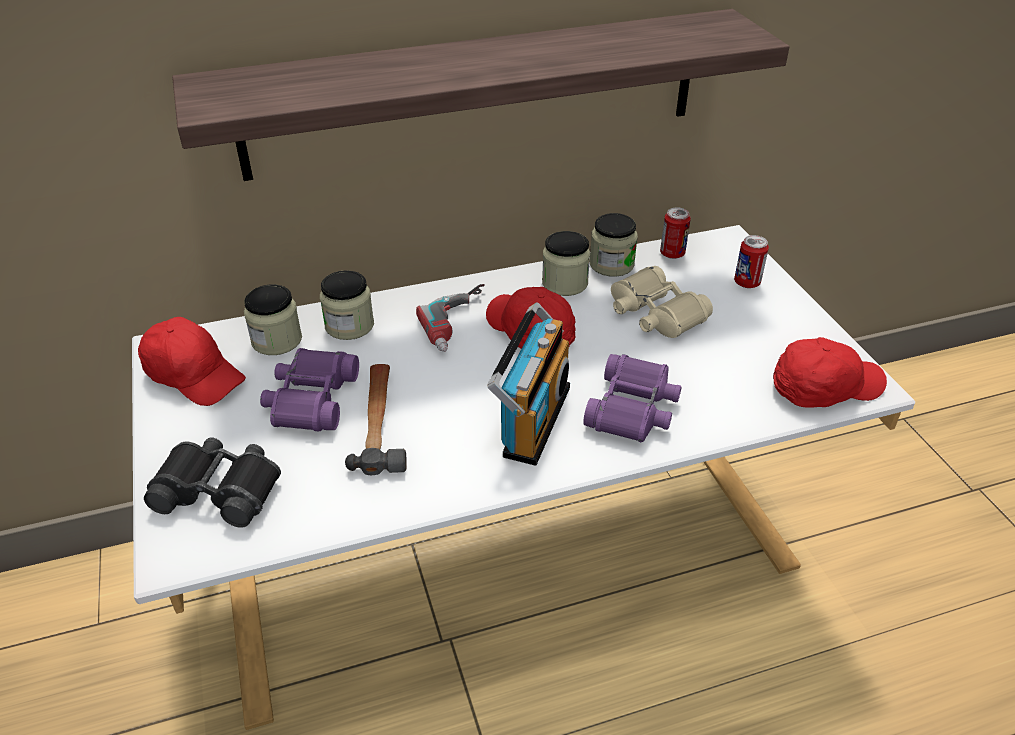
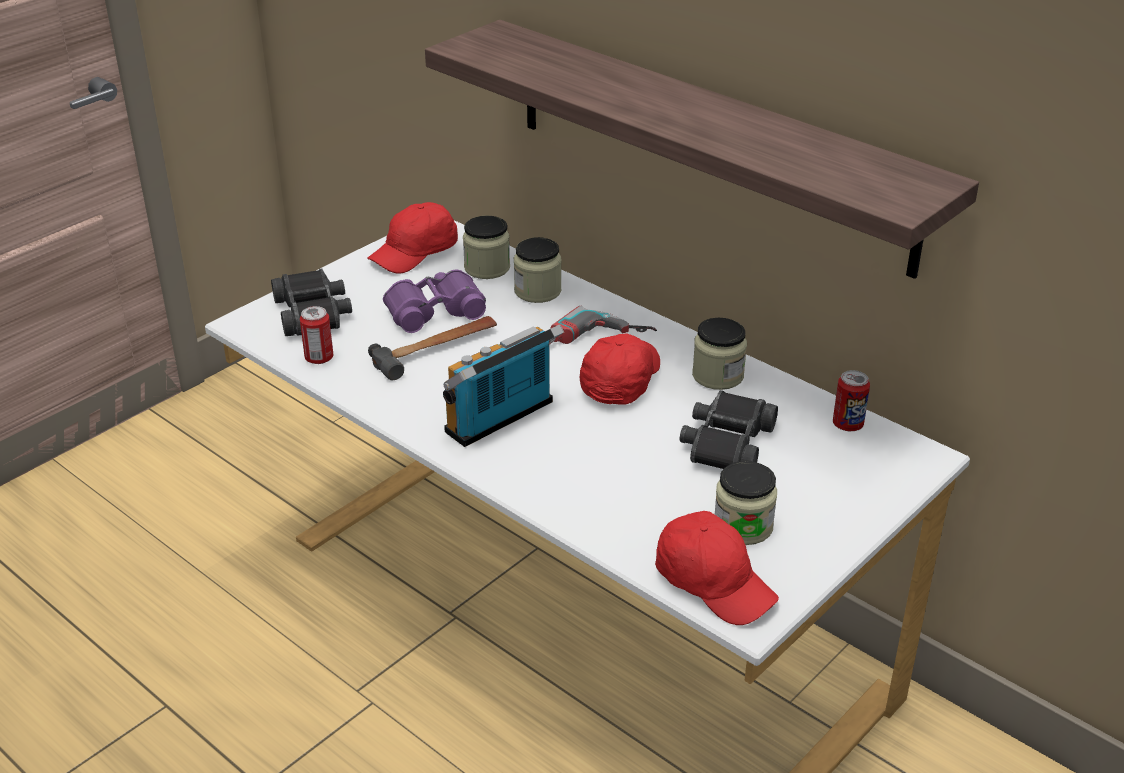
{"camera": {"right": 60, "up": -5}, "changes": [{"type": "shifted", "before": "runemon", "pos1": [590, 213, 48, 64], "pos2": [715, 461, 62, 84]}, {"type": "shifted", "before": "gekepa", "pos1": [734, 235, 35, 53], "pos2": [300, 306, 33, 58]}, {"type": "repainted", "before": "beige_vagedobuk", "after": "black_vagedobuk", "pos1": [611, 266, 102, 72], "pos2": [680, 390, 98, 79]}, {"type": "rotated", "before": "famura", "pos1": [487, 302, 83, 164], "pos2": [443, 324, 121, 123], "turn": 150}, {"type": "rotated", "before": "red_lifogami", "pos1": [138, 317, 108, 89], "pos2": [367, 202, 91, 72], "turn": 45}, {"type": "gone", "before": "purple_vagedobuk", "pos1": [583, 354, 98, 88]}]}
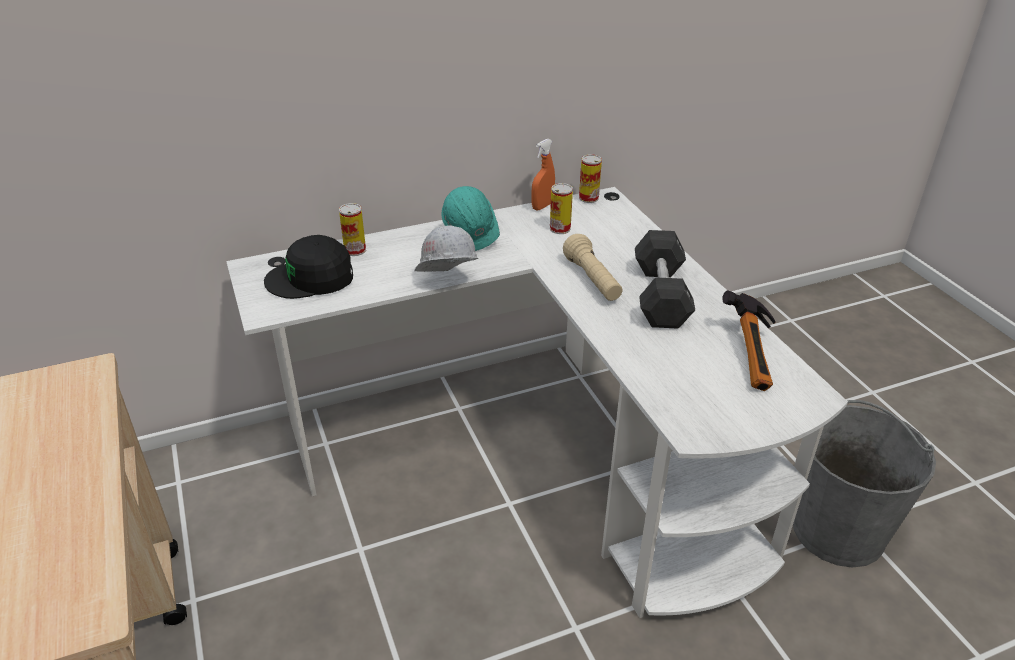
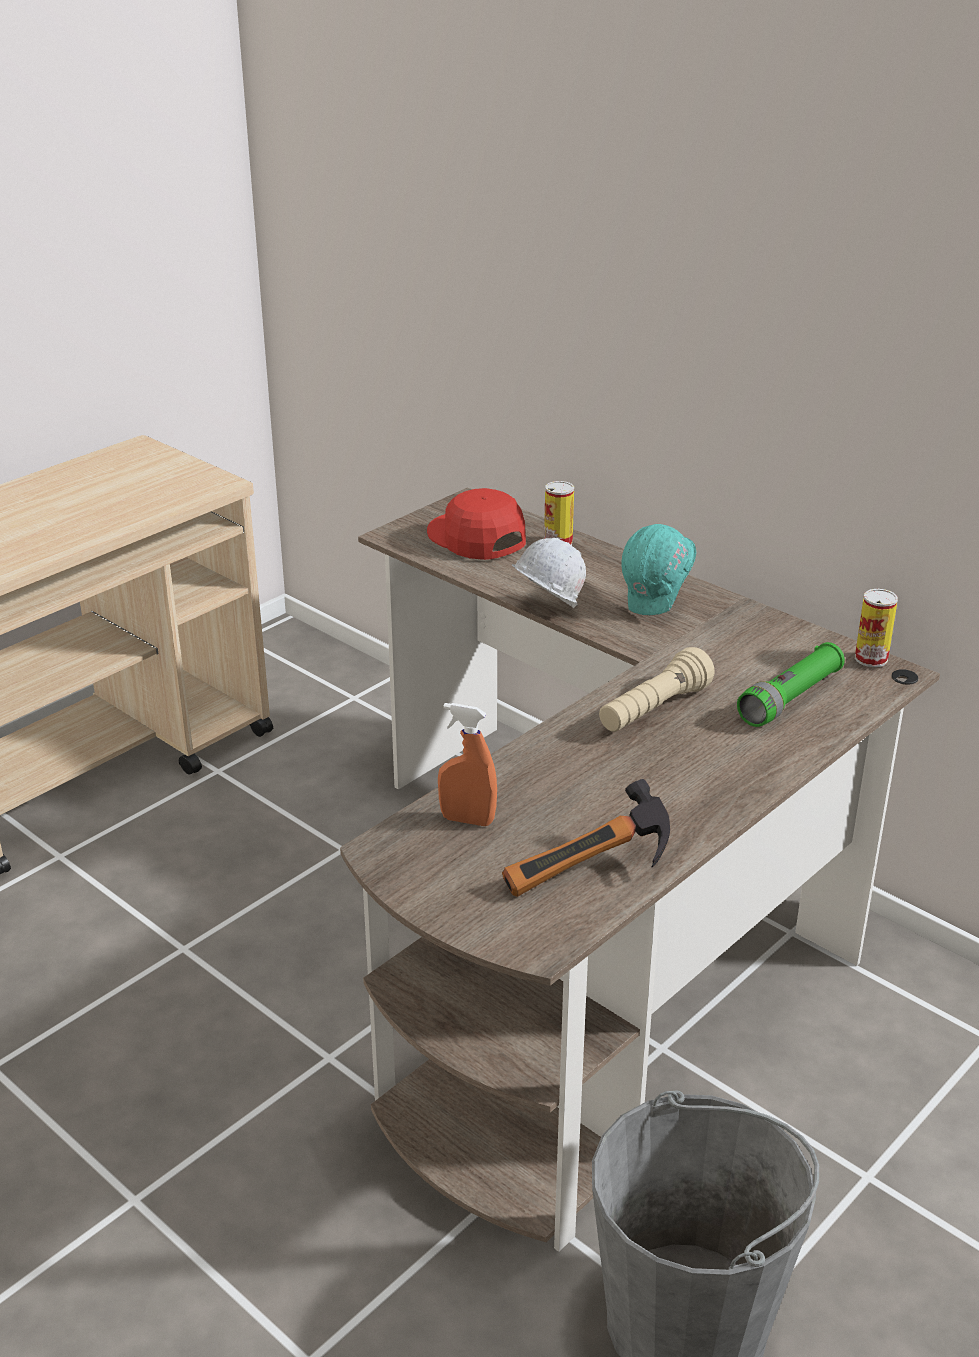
{"camera": {"right": 65, "up": -5}, "changes": [{"type": "shifted", "before": "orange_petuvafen", "pos1": [531, 138, 24, 73], "pos2": [438, 703, 59, 123]}, {"type": "gone", "before": "gekepa", "pos1": [550, 183, 23, 51]}, {"type": "repainted", "before": "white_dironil", "after": "brown_dironil", "pos1": [226, 187, 622, 431], "pos2": [340, 488, 600, 764]}, {"type": "gone", "before": "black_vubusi", "pos1": [635, 230, 60, 99]}, {"type": "repainted", "before": "black_lifogami", "after": "red_lifogami", "pos1": [264, 235, 89, 64], "pos2": [427, 488, 99, 72]}, {"type": "new", "after": "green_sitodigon", "pos2": [737, 642, 108, 85]}]}
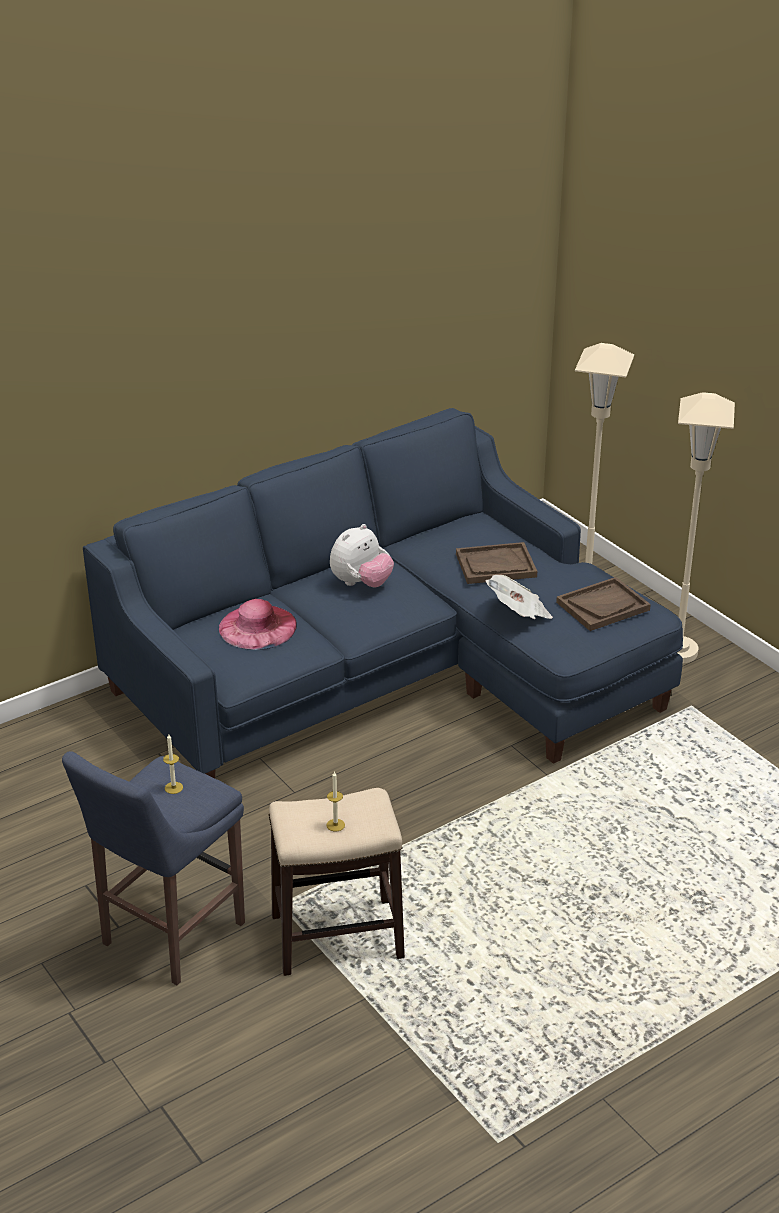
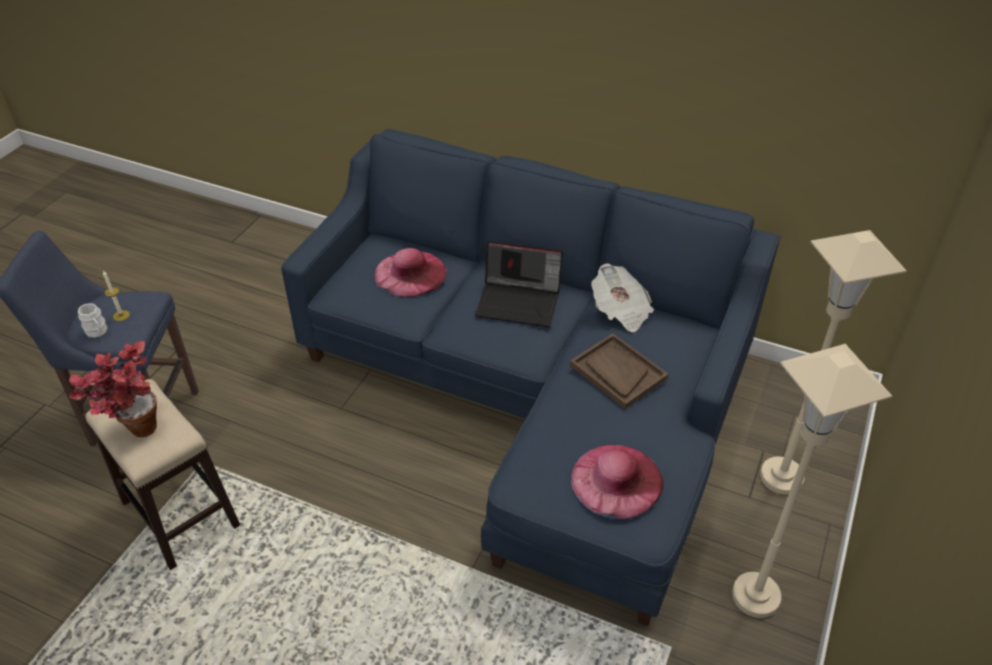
{"camera": {"right": 60, "up": 10}, "changes": [{"type": "swapped", "before": "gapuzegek", "after": "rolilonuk", "pos1": [330, 524, 64, 63], "pos2": [475, 241, 88, 86]}, {"type": "shifted", "before": "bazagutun", "pos1": [486, 575, 67, 44], "pos2": [591, 263, 63, 69]}, {"type": "swapped", "before": "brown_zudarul", "after": "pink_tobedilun", "pos1": [556, 577, 95, 54], "pos2": [571, 445, 92, 74]}, {"type": "swapped", "before": "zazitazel", "after": "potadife", "pos1": [327, 771, 18, 61], "pos2": [69, 341, 88, 96]}, {"type": "new", "after": "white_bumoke", "pos2": [78, 303, 30, 34]}]}
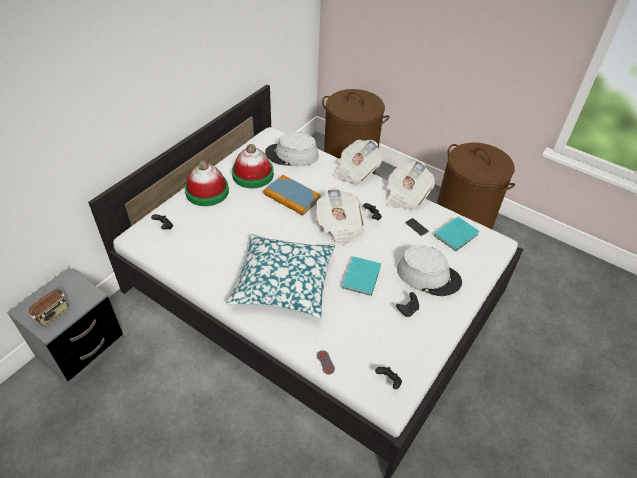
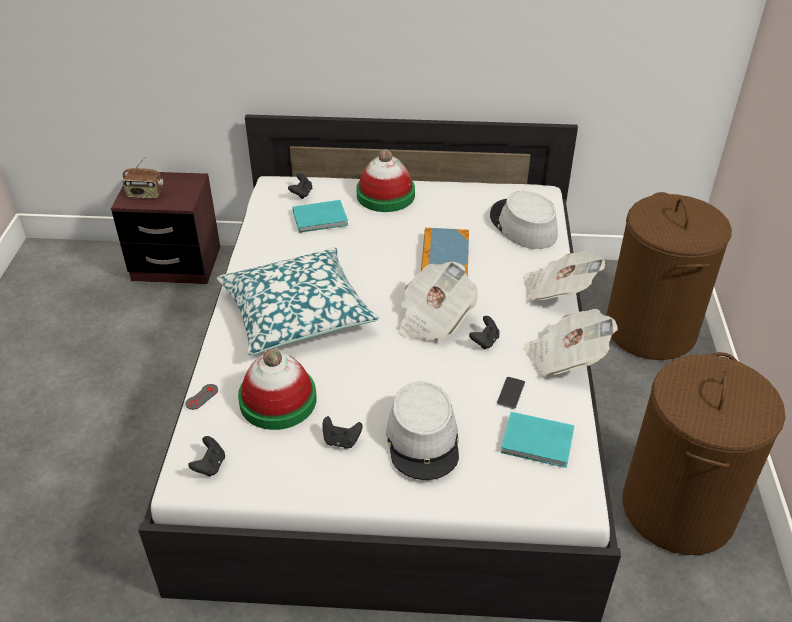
{"camera": {"right": 60, "up": -5}, "changes": [{"type": "shifted", "before": "tobedilun", "pos1": [232, 144, 42, 44], "pos2": [238, 349, 79, 81]}, {"type": "shifted", "before": "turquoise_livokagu", "pos1": [342, 256, 39, 40], "pos2": [293, 200, 55, 33]}, {"type": "repainted", "before": "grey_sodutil", "after": "brown_sodutil", "pos1": [7, 268, 117, 119], "pos2": [111, 172, 109, 112]}]}
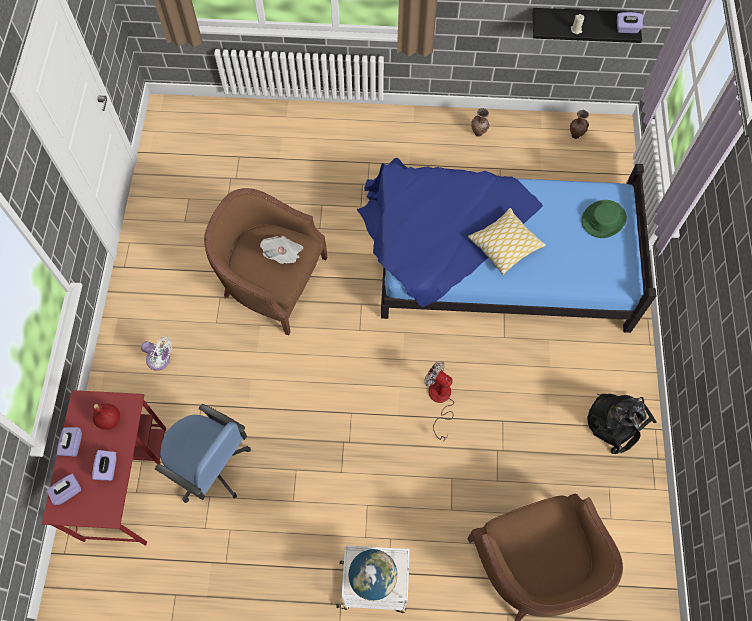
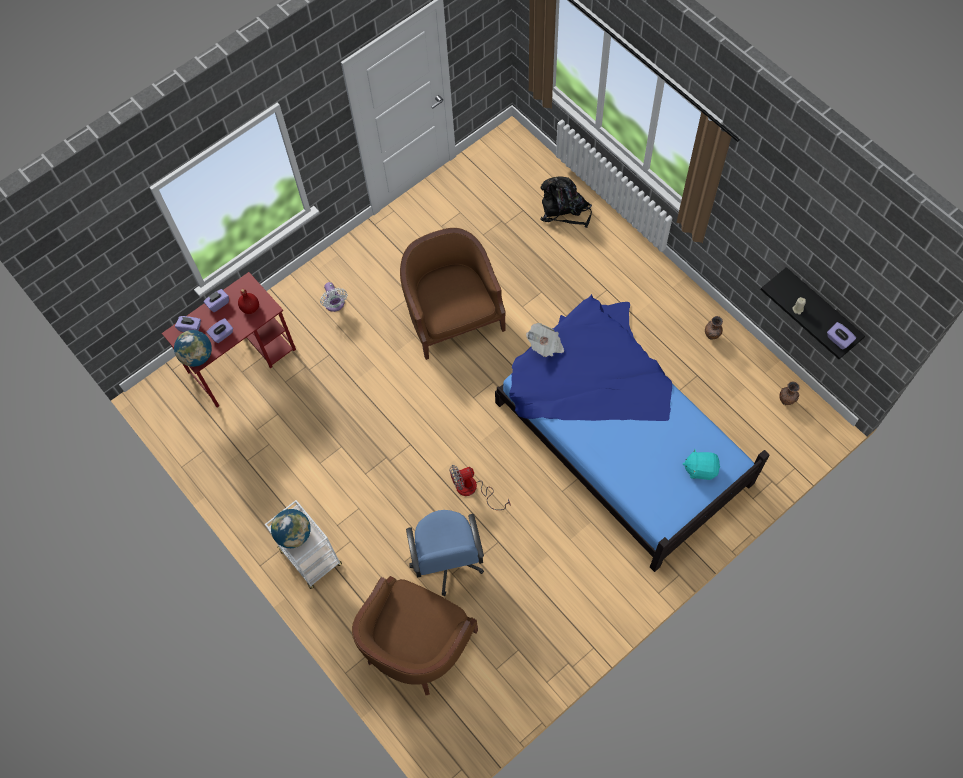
{"camera": {"right": 50, "up": 0}, "changes": [{"type": "swapped", "before": "green_tobedilun", "after": "turquoise_gapuzegek", "pos1": [581, 200, 46, 38], "pos2": [683, 448, 37, 32]}, {"type": "gone", "before": "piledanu", "pos1": [468, 208, 78, 67]}, {"type": "shifted", "before": "bazagutun", "pos1": [260, 236, 44, 28], "pos2": [526, 323, 38, 34]}, {"type": "rotated", "before": "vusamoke", "pos1": [424, 361, 30, 80], "pos2": [450, 465, 60, 45], "turn": -105}, {"type": "shifted", "before": "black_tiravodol", "pos1": [587, 394, 70, 60], "pos2": [541, 176, 51, 52]}, {"type": "shifted", "before": "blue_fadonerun", "pos1": [155, 404, 96, 99], "pos2": [406, 510, 78, 86]}, {"type": "new", "after": "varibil", "pos2": [174, 330, 38, 37]}]}
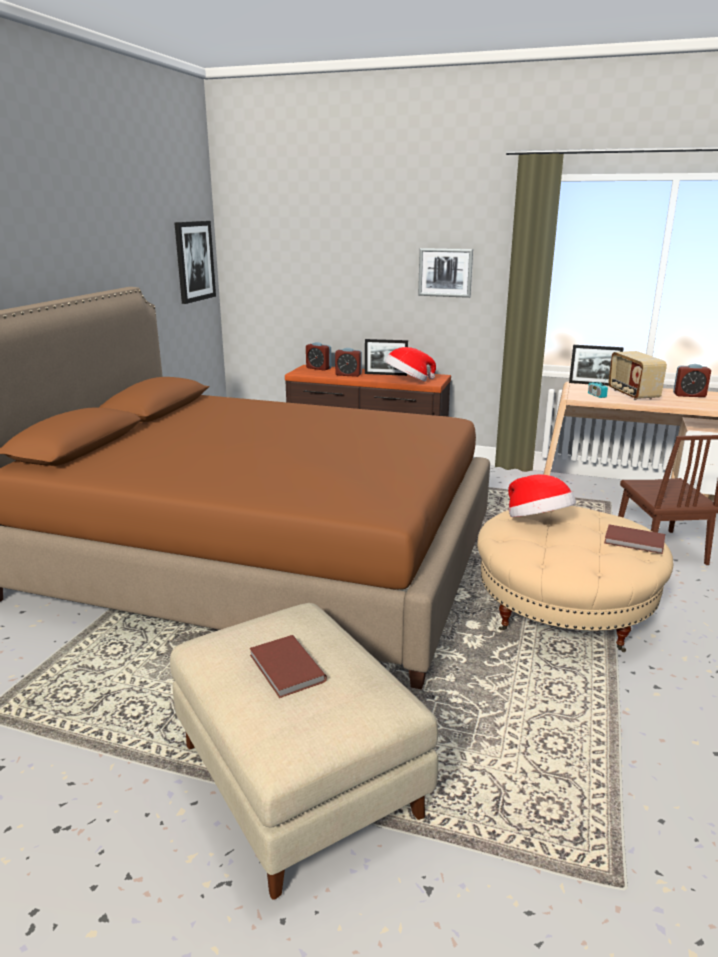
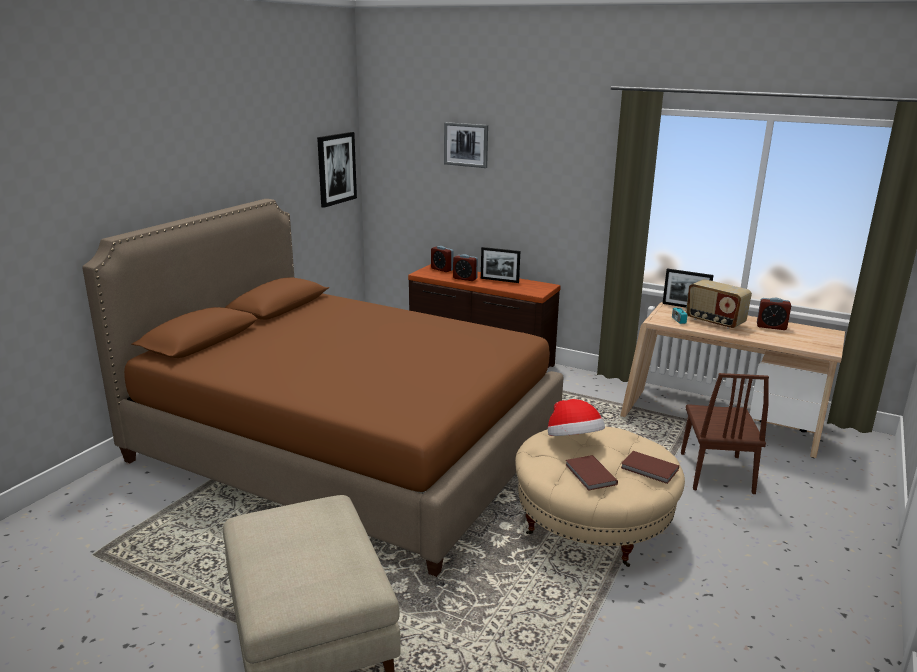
{"camera": {"right": 10, "up": 0}, "changes": [{"type": "shifted", "before": "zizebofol", "pos1": [418, 248, 55, 50], "pos2": [444, 122, 44, 46]}, {"type": "gone", "before": "tobedilun", "pos1": [385, 347, 51, 35]}, {"type": "rotated", "before": "famura", "pos1": [608, 351, 59, 49], "pos2": [686, 279, 66, 50], "turn": -45}, {"type": "shifted", "before": "brown_livokagu", "pos1": [249, 635, 78, 63], "pos2": [566, 455, 52, 36]}]}
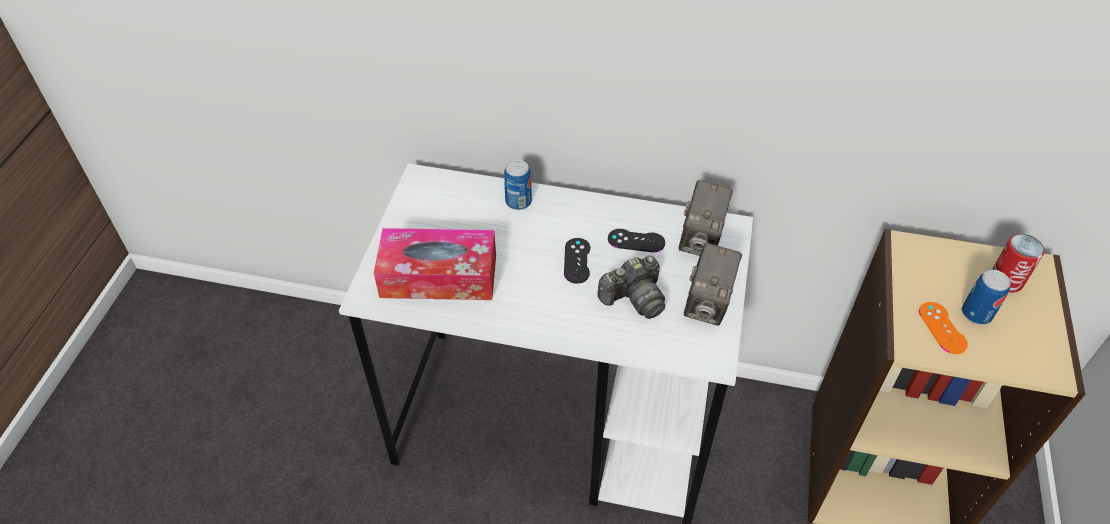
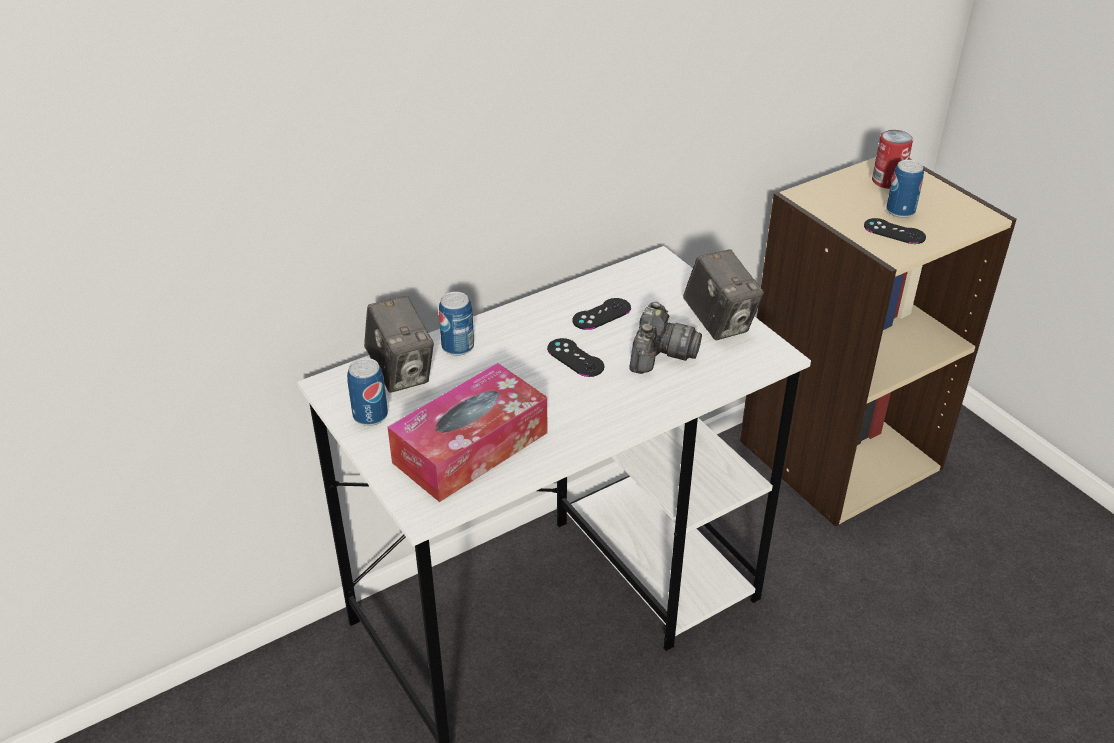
{"camera": {"right": -45, "up": -10}, "changes": [{"type": "shifted", "before": "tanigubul", "pos1": [679, 180, 54, 76], "pos2": [364, 296, 70, 97]}, {"type": "repainted", "before": "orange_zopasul", "after": "black_zopasul", "pos1": [919, 302, 49, 52], "pos2": [864, 218, 62, 26]}, {"type": "new", "after": "gekepa", "pos2": [347, 358, 41, 68]}]}
